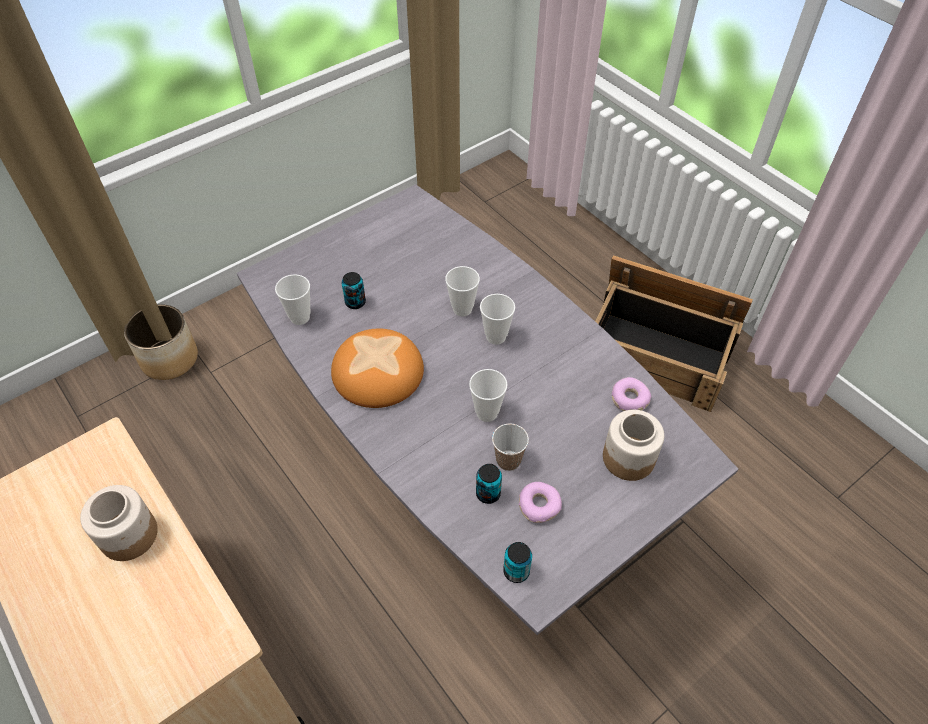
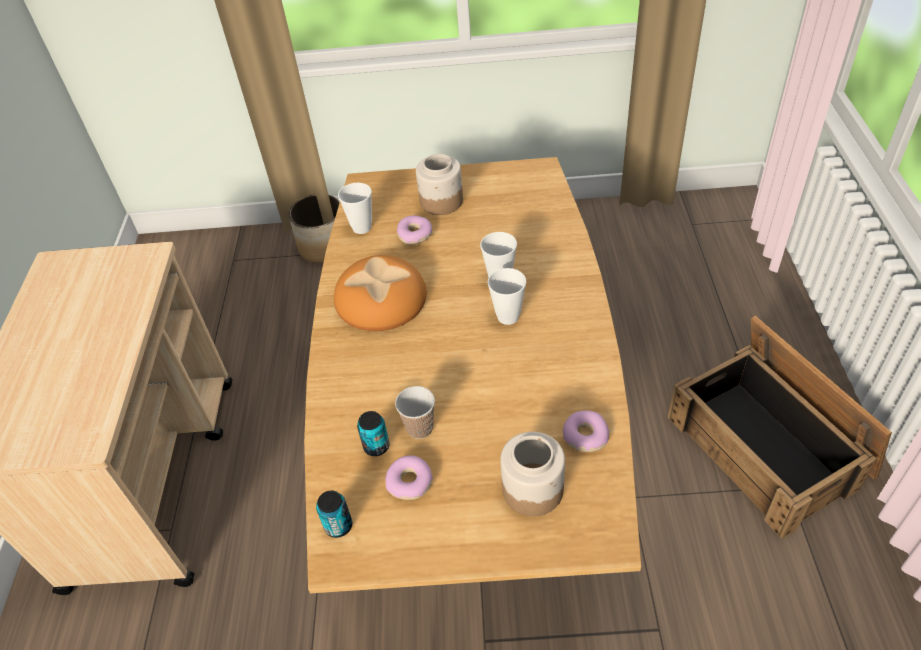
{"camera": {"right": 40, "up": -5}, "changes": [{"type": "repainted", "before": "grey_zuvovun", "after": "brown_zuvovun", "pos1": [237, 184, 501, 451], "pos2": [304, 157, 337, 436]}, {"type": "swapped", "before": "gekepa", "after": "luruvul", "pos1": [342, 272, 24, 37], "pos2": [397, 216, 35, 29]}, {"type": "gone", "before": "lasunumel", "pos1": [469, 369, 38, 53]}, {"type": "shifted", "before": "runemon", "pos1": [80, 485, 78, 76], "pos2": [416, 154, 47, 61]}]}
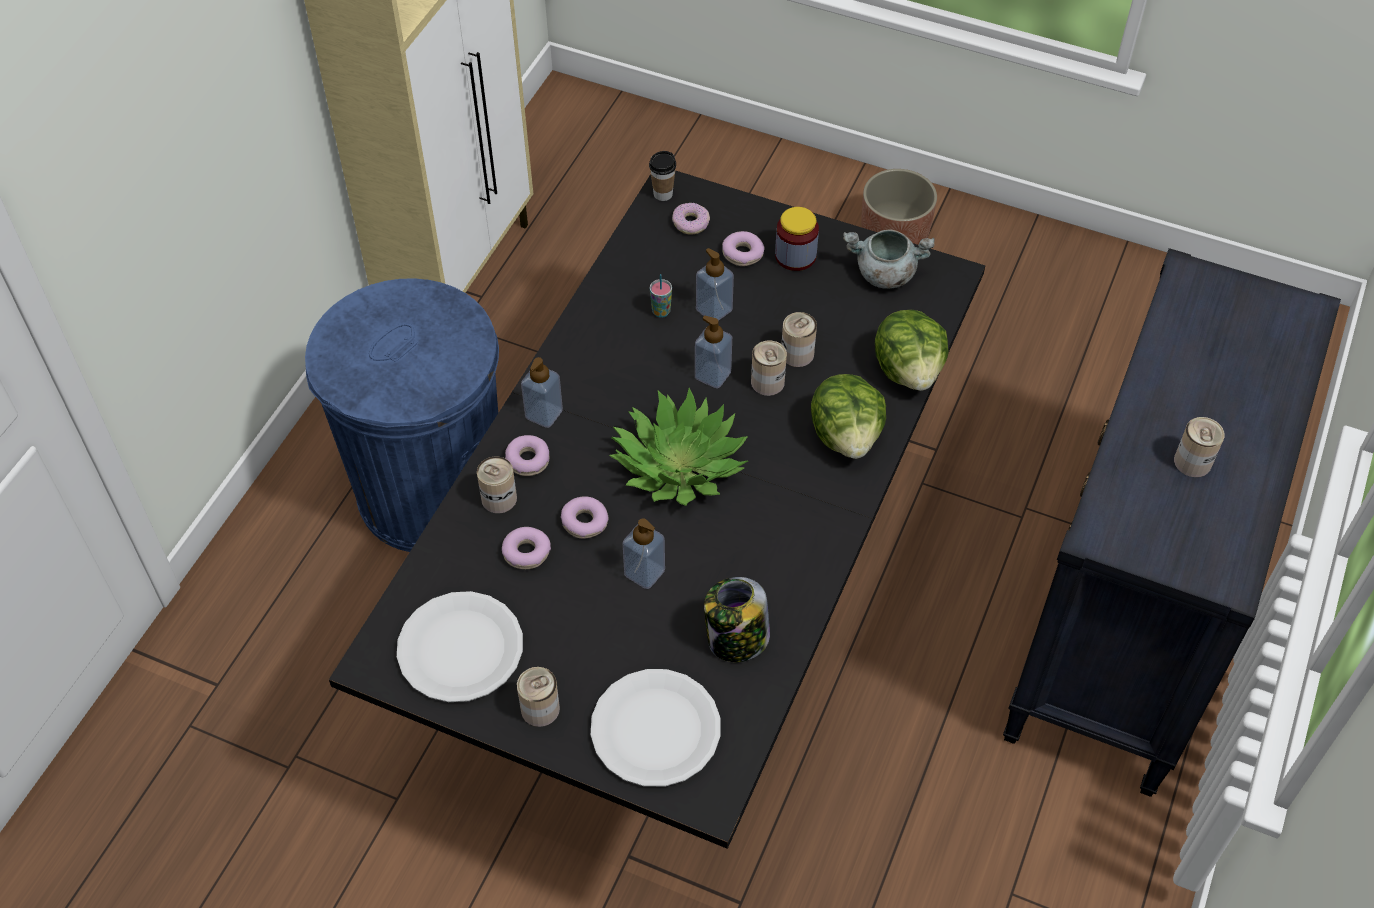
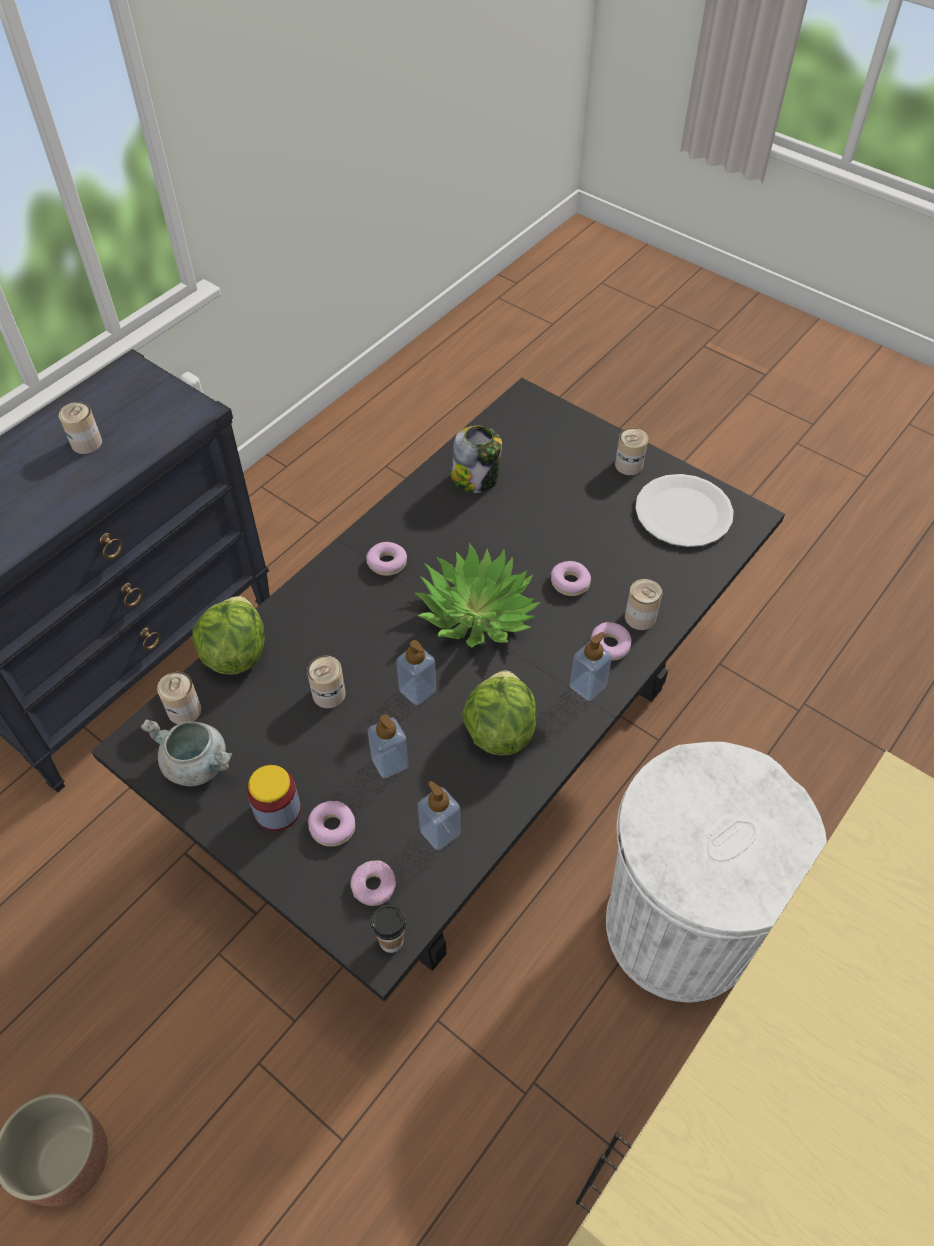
{"camera": {"right": -165, "up": 0}, "changes": [{"type": "gone", "before": "lasunumel", "pos1": [650, 274, 22, 44]}, {"type": "repainted", "before": "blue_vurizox", "after": "white_vurizox", "pos1": [305, 278, 194, 274], "pos2": [606, 742, 221, 261]}, {"type": "shifted", "before": "gekepa", "pos1": [751, 340, 36, 56], "pos2": [157, 672, 45, 52]}, {"type": "shifted", "before": "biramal", "pos1": [811, 374, 75, 85], "pos2": [461, 670, 75, 85]}, {"type": "shifted", "before": "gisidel", "pos1": [623, 518, 42, 71], "pos2": [418, 781, 42, 69]}, {"type": "shifted", "before": "luruvul", "pos1": [502, 527, 49, 42], "pos2": [366, 542, 41, 34]}, {"type": "gone", "before": "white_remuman", "pos1": [591, 669, 129, 118]}]}
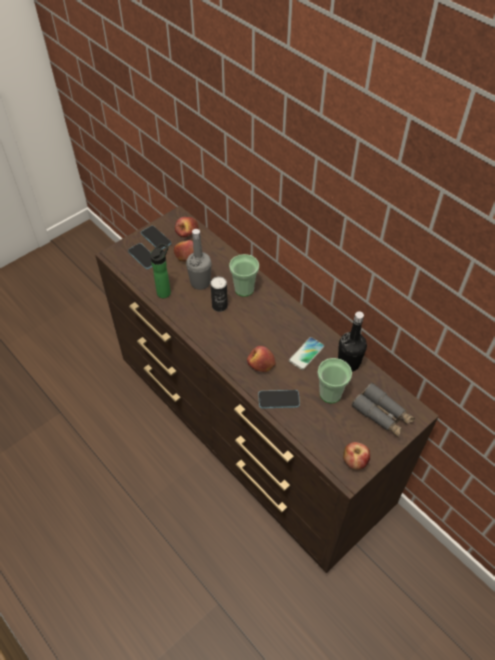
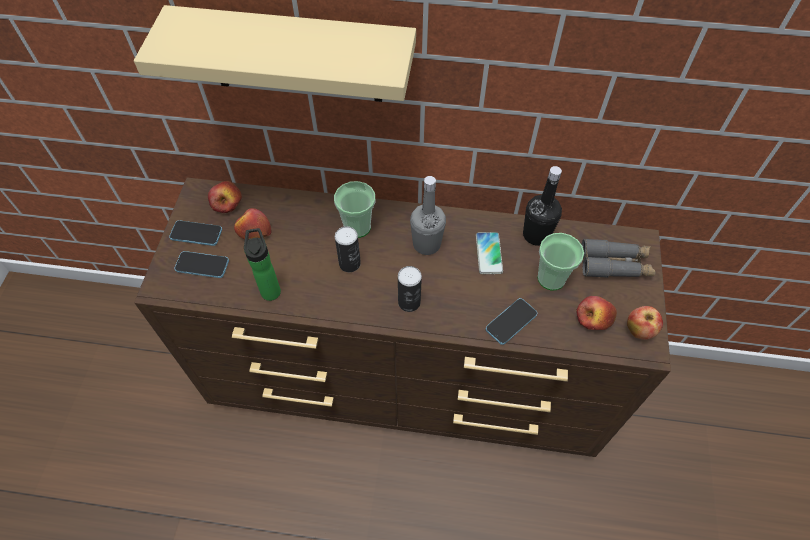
{"camera": {"right": -40, "up": 5}, "changes": [{"type": "shifted", "before": "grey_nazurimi", "pos1": [186, 229, 26, 61], "pos2": [410, 176, 36, 79]}, {"type": "shifted", "before": "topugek", "pos1": [247, 346, 29, 26], "pos2": [576, 296, 41, 34]}, {"type": "new", "after": "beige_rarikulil", "pos2": [134, 5, 282, 97]}, {"type": "new", "after": "gekepa", "pos2": [398, 266, 24, 46]}]}
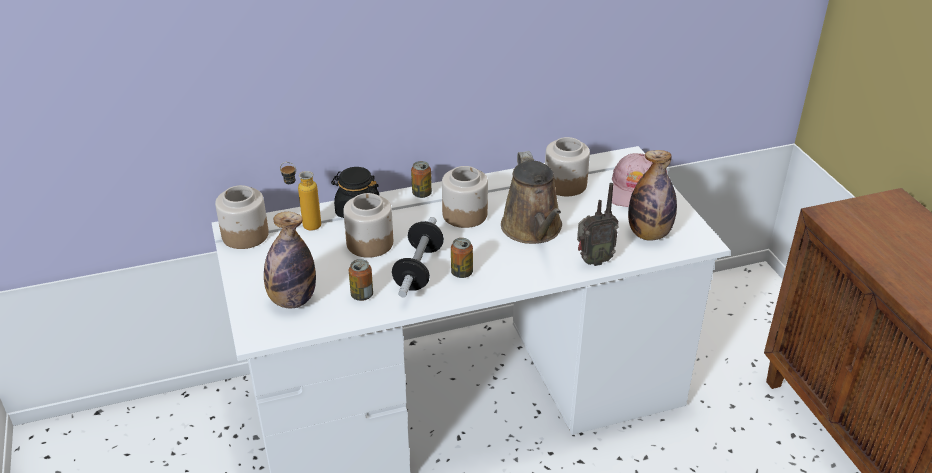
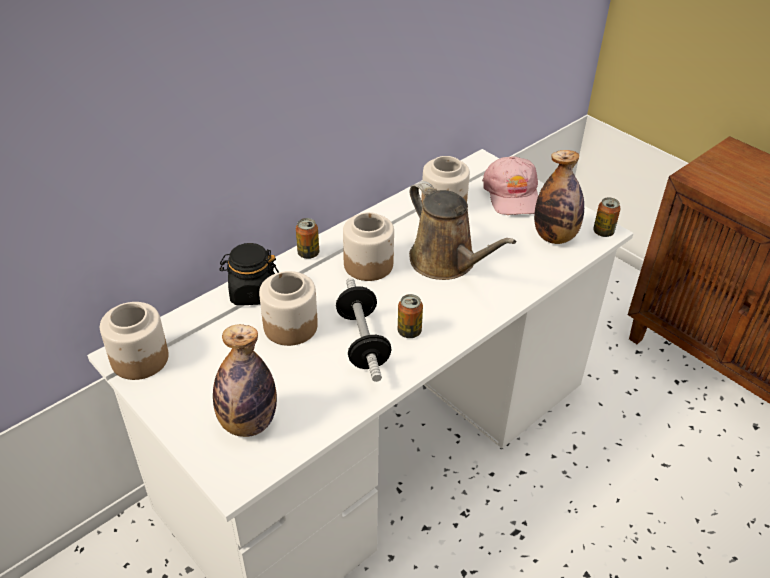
{"camera": {"right": -25, "up": 5}, "changes": [{"type": "gone", "before": "nazurimi", "pos1": [280, 162, 41, 69]}, {"type": "gone", "before": "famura", "pos1": [577, 183, 42, 83]}, {"type": "shifted", "before": "gekepa", "pos1": [349, 259, 24, 42], "pos2": [593, 197, 28, 40]}]}
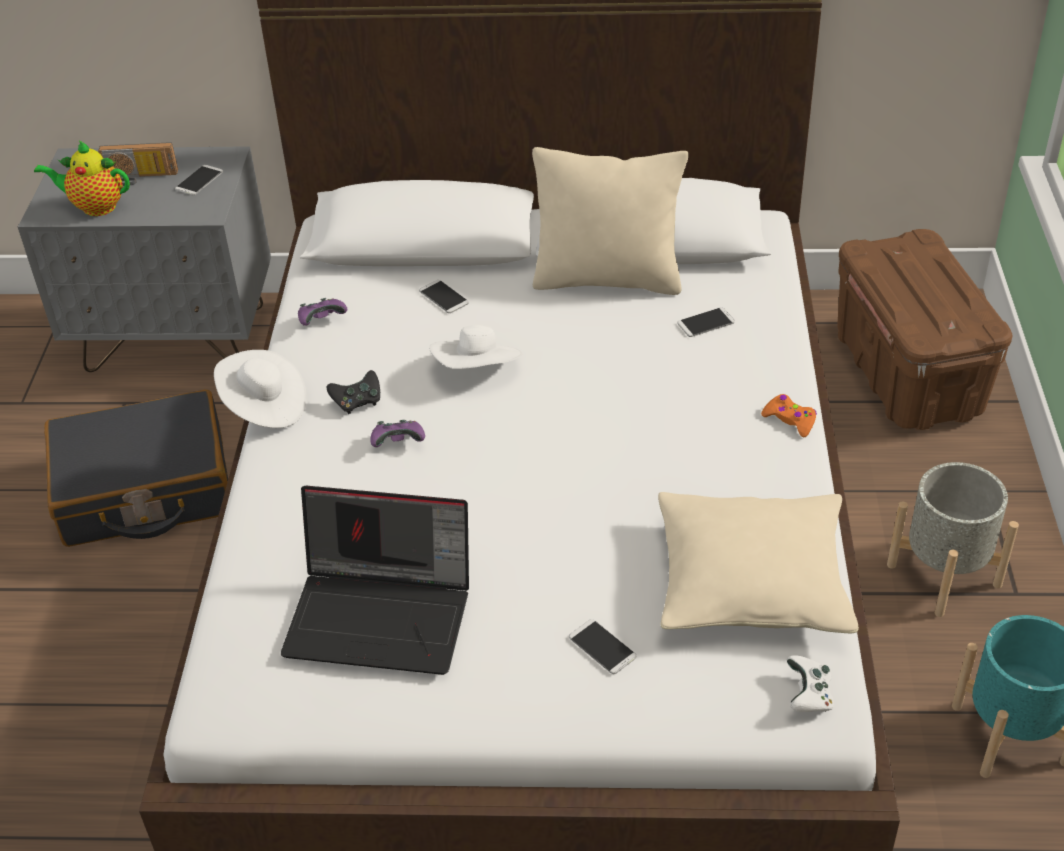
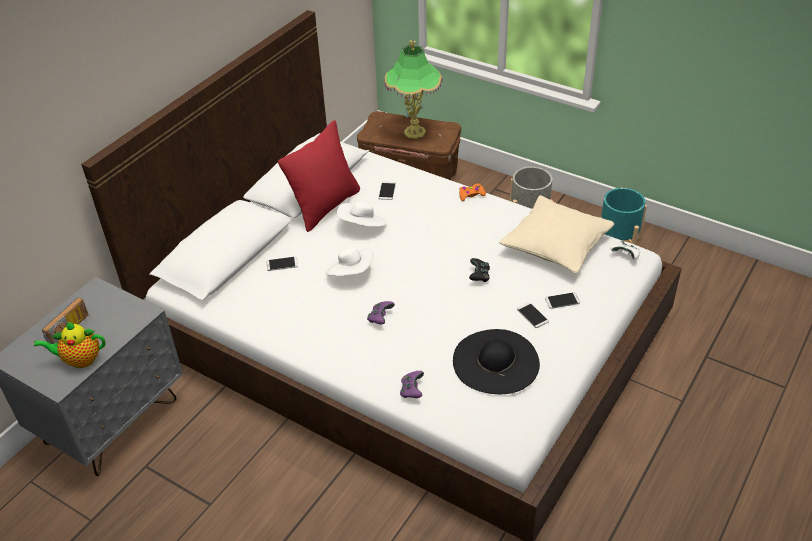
{"camera": {"right": -60, "up": 0}, "changes": [{"type": "rotated", "before": "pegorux", "pos1": [34, 141, 96, 75], "pos2": [34, 322, 71, 46], "turn": 45}, {"type": "repainted", "before": "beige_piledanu", "after": "red_piledanu", "pos1": [532, 147, 157, 148], "pos2": [278, 120, 82, 112]}, {"type": "shifted", "before": "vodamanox", "pos1": [175, 165, 48, 30], "pos2": [517, 303, 32, 25]}, {"type": "shifted", "before": "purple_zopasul", "pos1": [298, 298, 50, 28], "pos2": [400, 371, 24, 27]}, {"type": "shifted", "before": "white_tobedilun", "pos1": [214, 350, 93, 78], "pos2": [337, 201, 49, 26]}, {"type": "shifted", "before": "black_zopasul", "pos1": [327, 370, 53, 44], "pos2": [469, 258, 21, 24]}, {"type": "gone", "before": "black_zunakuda", "pos1": [44, 390, 184, 157]}, {"type": "swapped", "before": "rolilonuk", "after": "black_tobedilun", "pos1": [281, 486, 188, 189], "pos2": [453, 329, 87, 65]}, {"type": "new", "after": "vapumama", "pos2": [384, 40, 59, 99]}]}
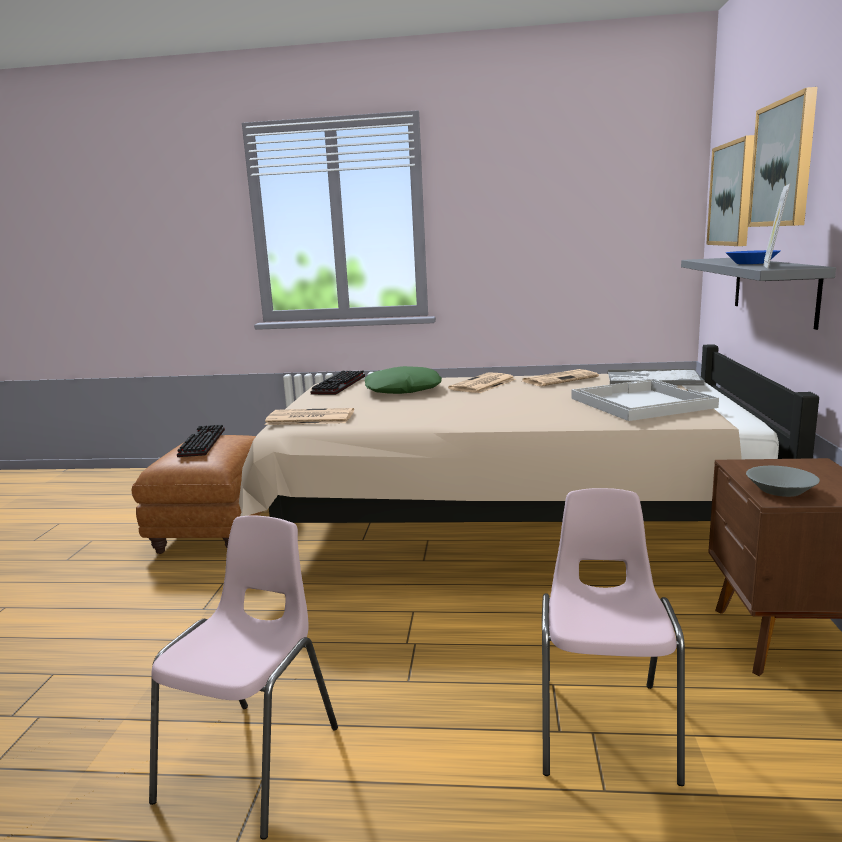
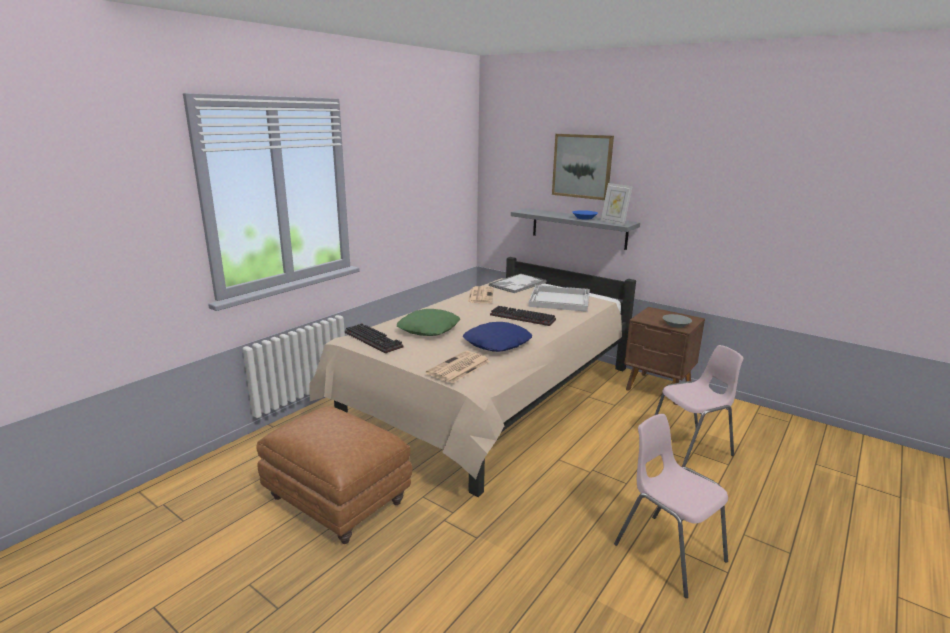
{"camera": {"right": -60, "up": 5}, "changes": [{"type": "gone", "before": "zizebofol", "pos1": [706, 135, 48, 111]}, {"type": "gone", "before": "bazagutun", "pos1": [448, 372, 68, 21]}, {"type": "shifted", "before": "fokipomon", "pos1": [177, 425, 48, 32], "pos2": [490, 306, 66, 20]}, {"type": "rotated", "before": "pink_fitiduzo", "pos1": [542, 488, 143, 298], "pos2": [655, 345, 88, 122], "turn": 120}, {"type": "new", "after": "blue_piledanu", "pos2": [463, 322, 69, 30]}]}
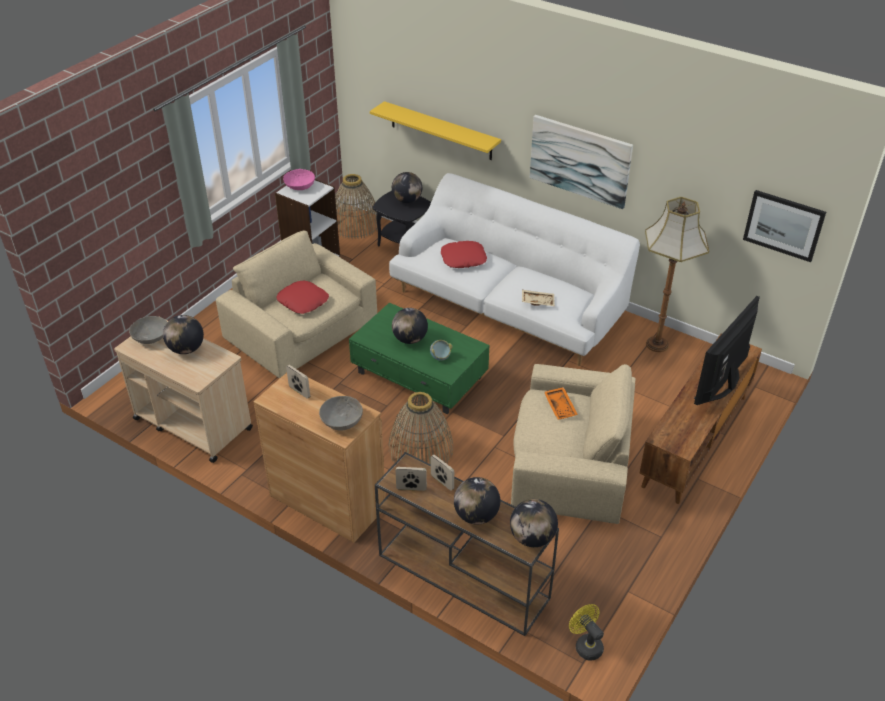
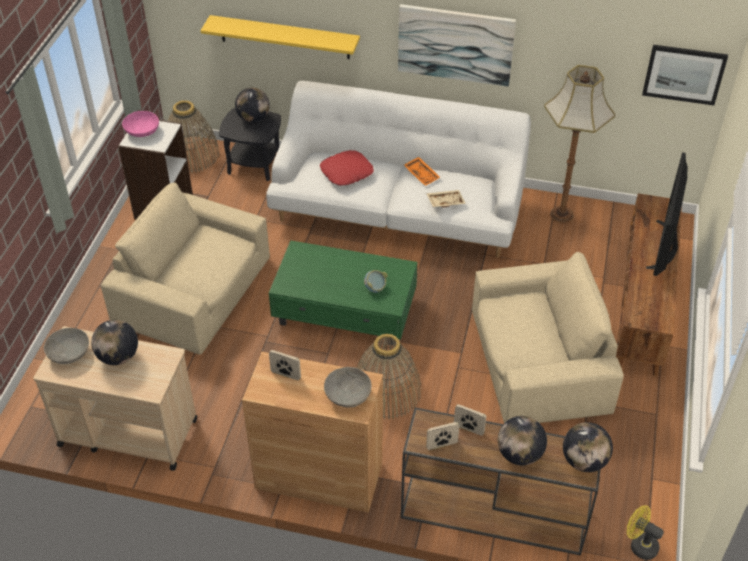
{"camera": {"right": -20, "up": 5}, "changes": [{"type": "gone", "before": "red_piledanu", "pos1": [276, 281, 53, 33]}, {"type": "gone", "before": "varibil", "pos1": [392, 308, 36, 36]}, {"type": "shifted", "before": "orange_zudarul", "pos1": [544, 387, 34, 33], "pos2": [404, 157, 36, 29]}]}
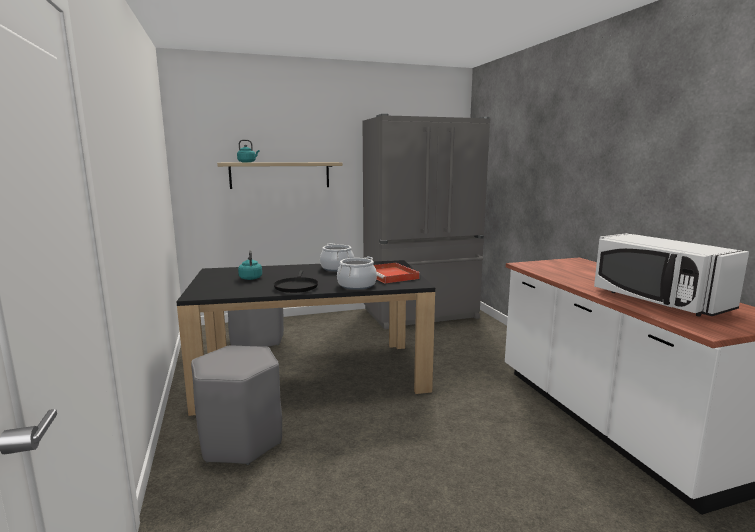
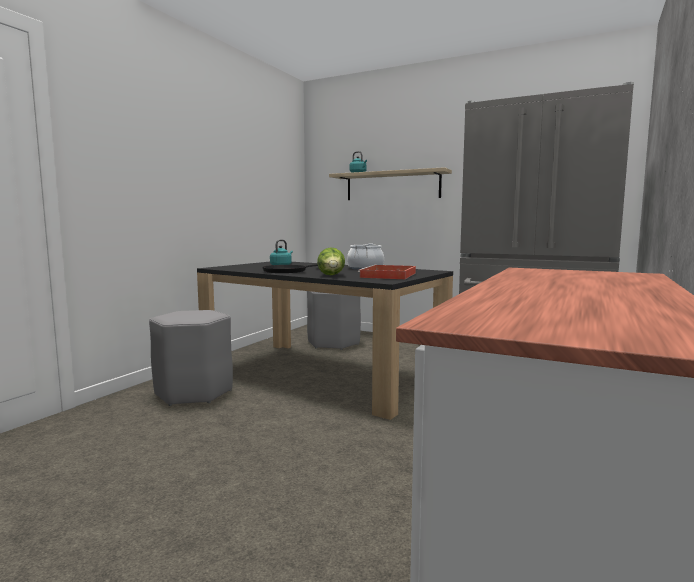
{"camera": {"right": 45, "up": -5}, "changes": [{"type": "gone", "before": "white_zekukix", "pos1": [594, 233, 155, 83]}, {"type": "swapped", "before": "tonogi", "after": "biramal", "pos1": [337, 257, 40, 33], "pos2": [317, 247, 28, 28]}]}
